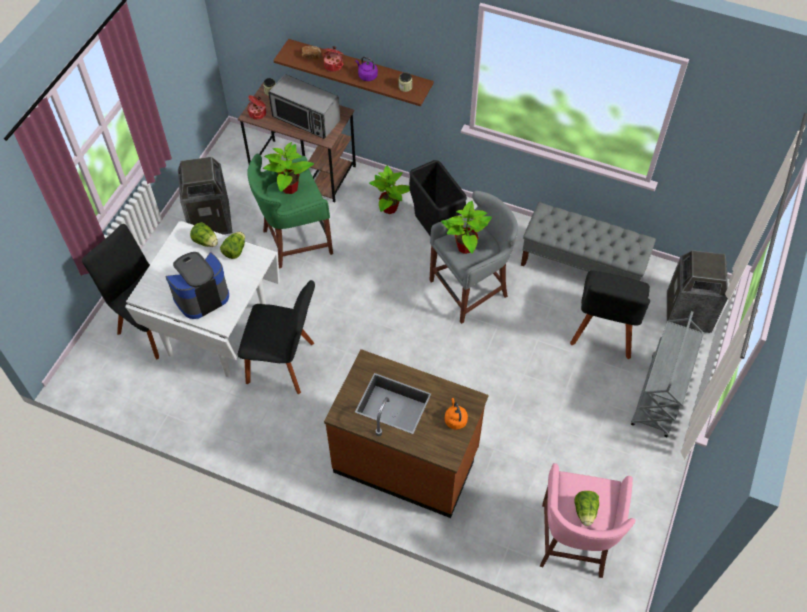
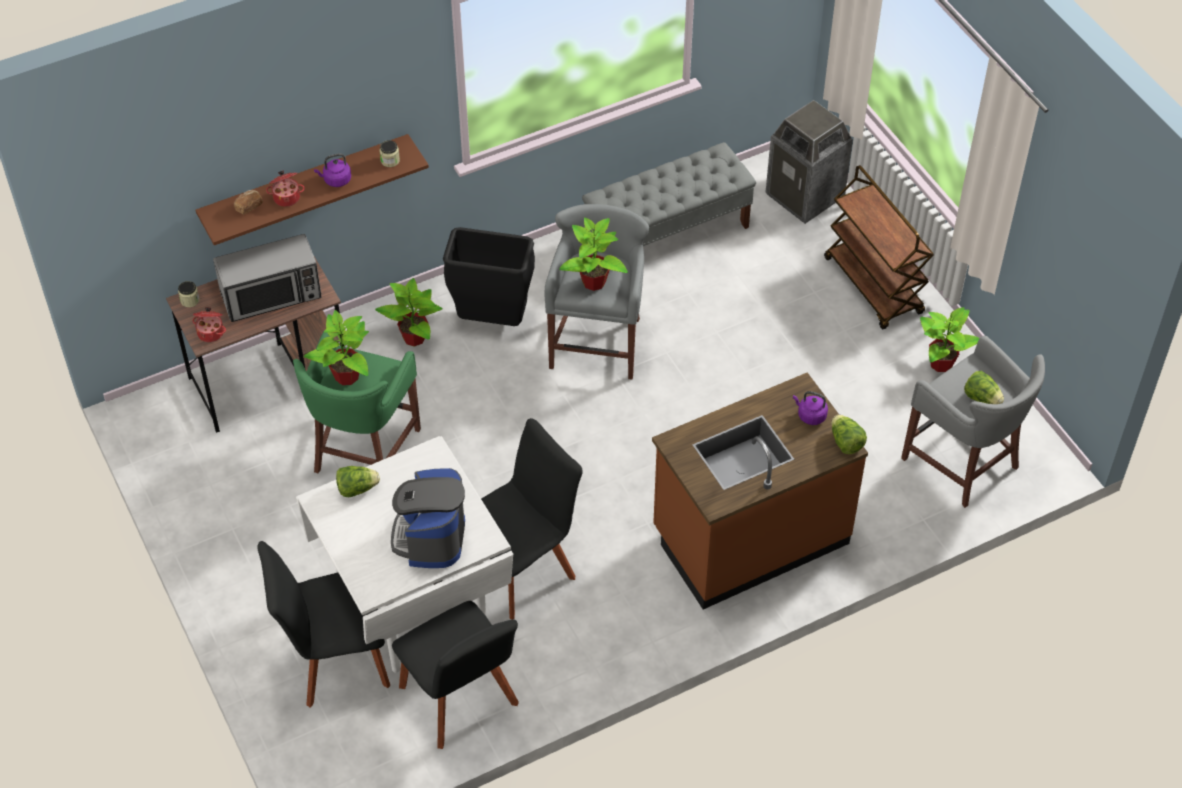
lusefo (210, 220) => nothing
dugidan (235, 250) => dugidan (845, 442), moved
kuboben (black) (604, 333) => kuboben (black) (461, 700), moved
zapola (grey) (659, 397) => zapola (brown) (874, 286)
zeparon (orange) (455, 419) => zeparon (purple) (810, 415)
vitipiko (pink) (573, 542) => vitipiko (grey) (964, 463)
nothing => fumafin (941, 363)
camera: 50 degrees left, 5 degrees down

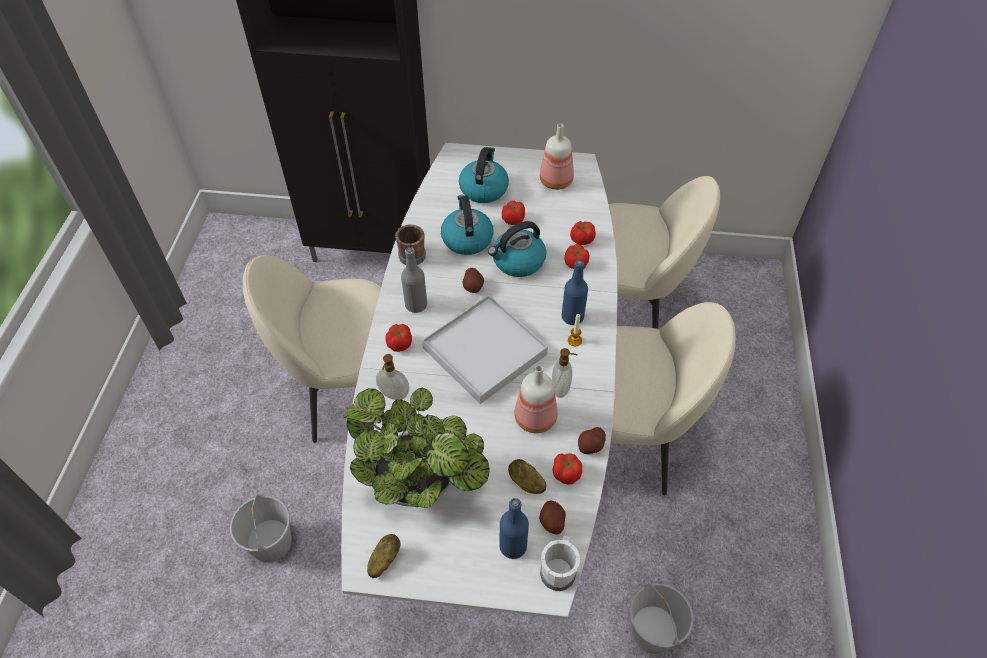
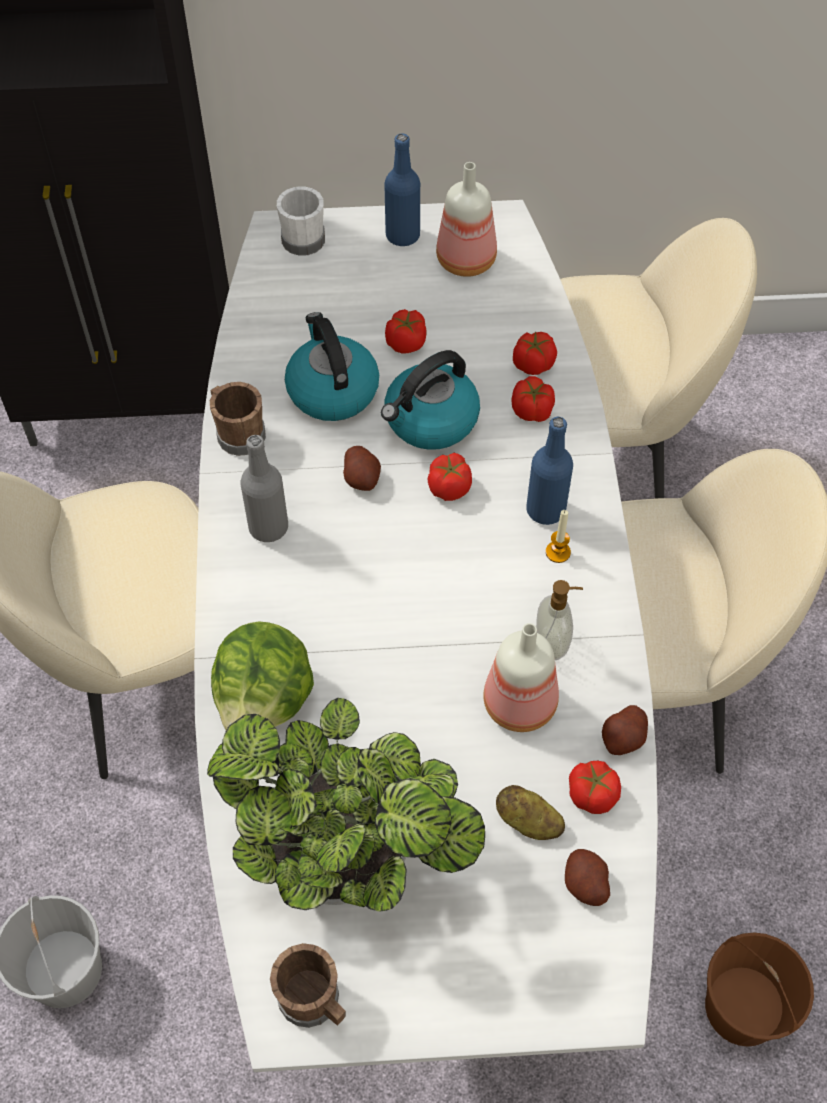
zeparon (483, 188) => nothing
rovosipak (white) (484, 351) => nothing
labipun (400, 344) => labipun (449, 487), moved
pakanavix (393, 395) => dugidan (265, 700)
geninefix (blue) (513, 546) => geninefix (blue) (402, 235), moved
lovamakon (384, 560) => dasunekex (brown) (314, 1002)
dasunekex (white) (559, 569) => dasunekex (white) (304, 236), moved
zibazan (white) (653, 631) => zibazan (brown) (744, 1008)
camera: 10 degrees left, 5 degrees up

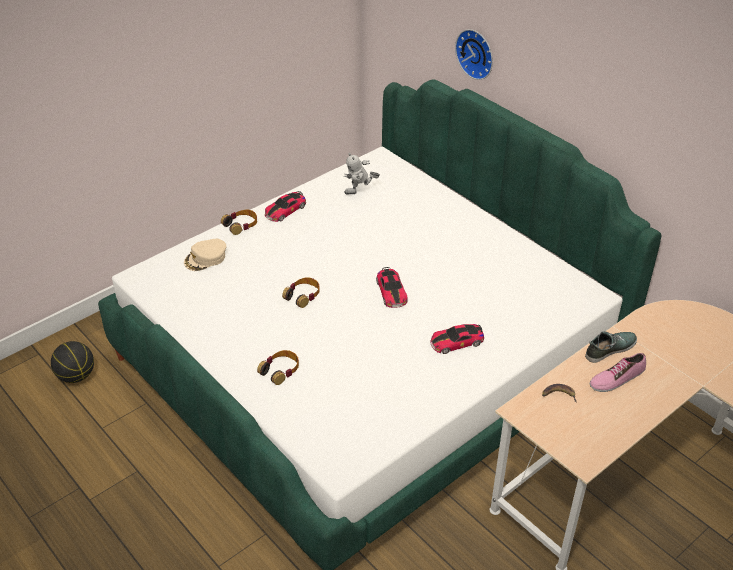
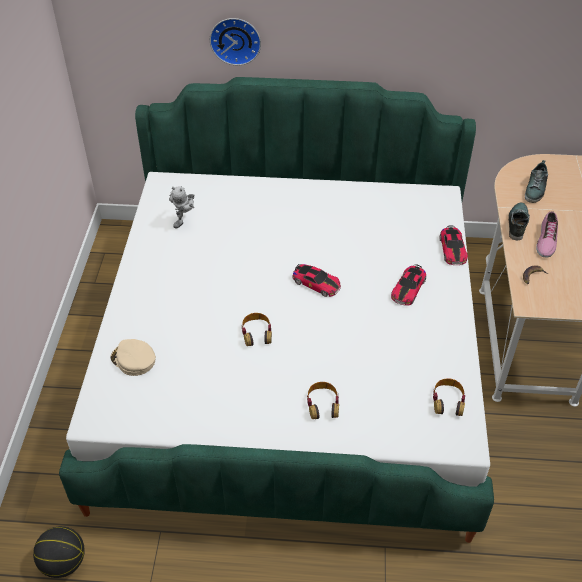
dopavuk (285, 210) => dopavuk (452, 249), moved
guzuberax (241, 225) => guzuberax (448, 401), moved
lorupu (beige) (206, 258) => lorupu (beige) (133, 360), 120 degrees clockwise
nothing => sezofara (535, 189)
camera: 45 degrees left, 5 degrees up

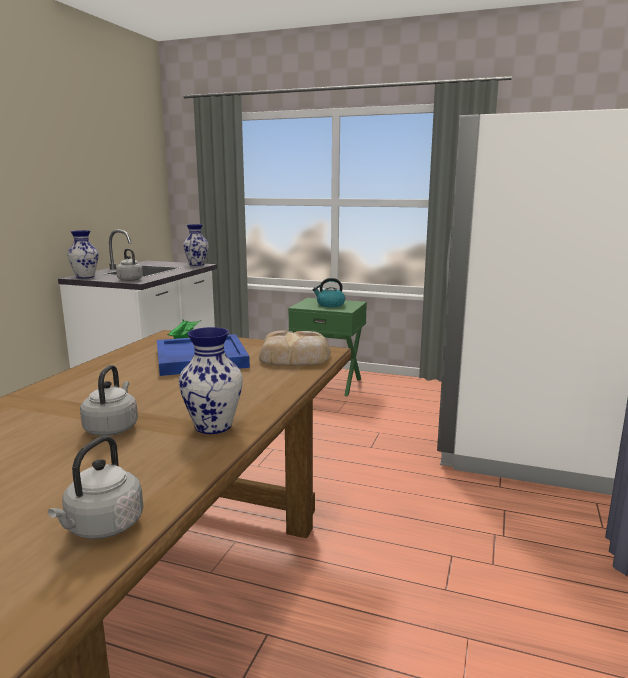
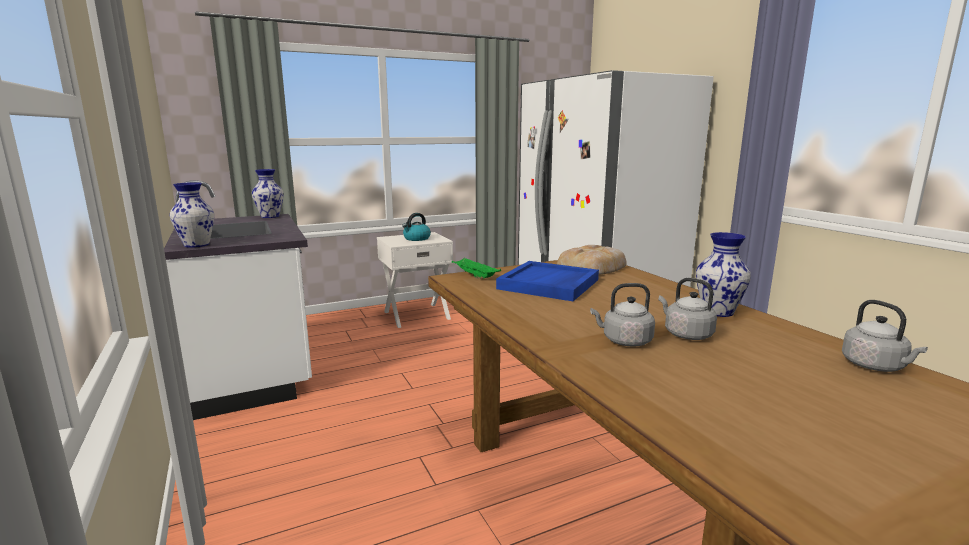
zeparon (grey) (129, 279) => zeparon (grey) (624, 341), moved
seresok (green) (328, 383) => seresok (white) (416, 315)
camera: 45 degrees left, 0 degrees up

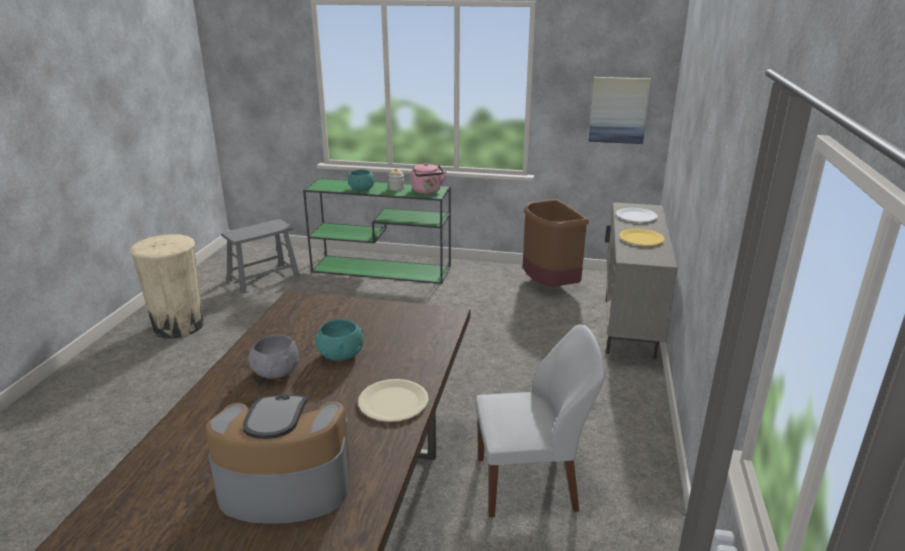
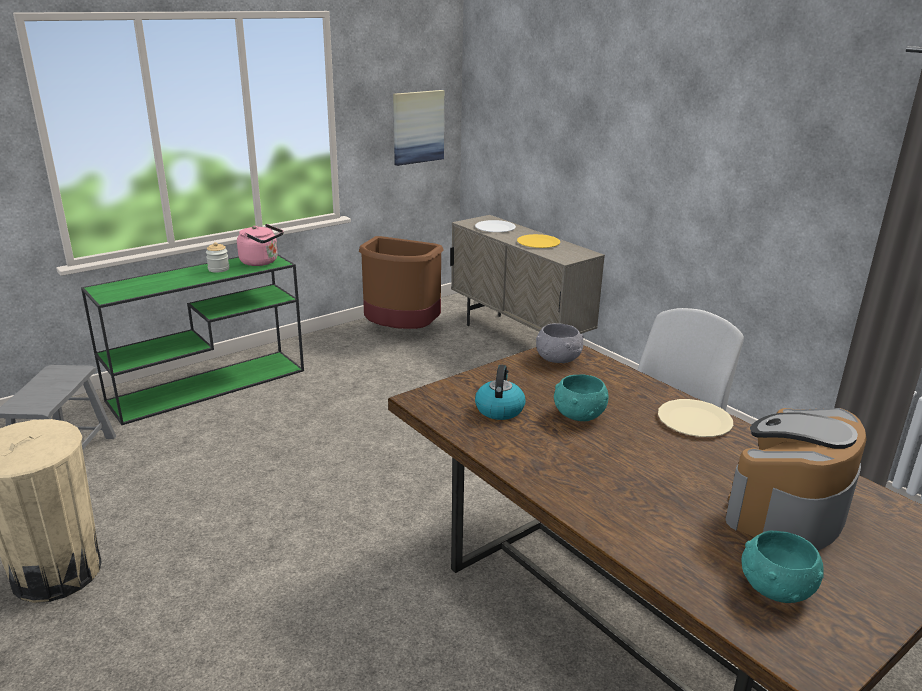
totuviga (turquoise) (361, 189) => totuviga (turquoise) (775, 588), moved
totuviga (grey) (275, 372) => totuviga (grey) (558, 359), moved
nothing => zeparon (499, 409)
camera: 50 degrees left, 0 degrees up

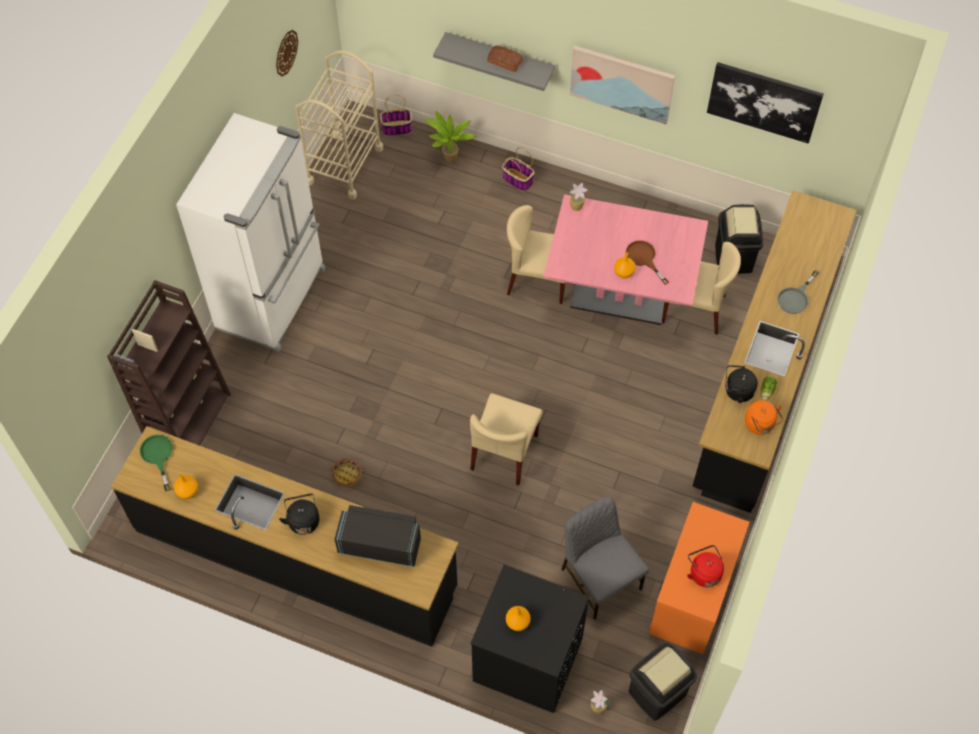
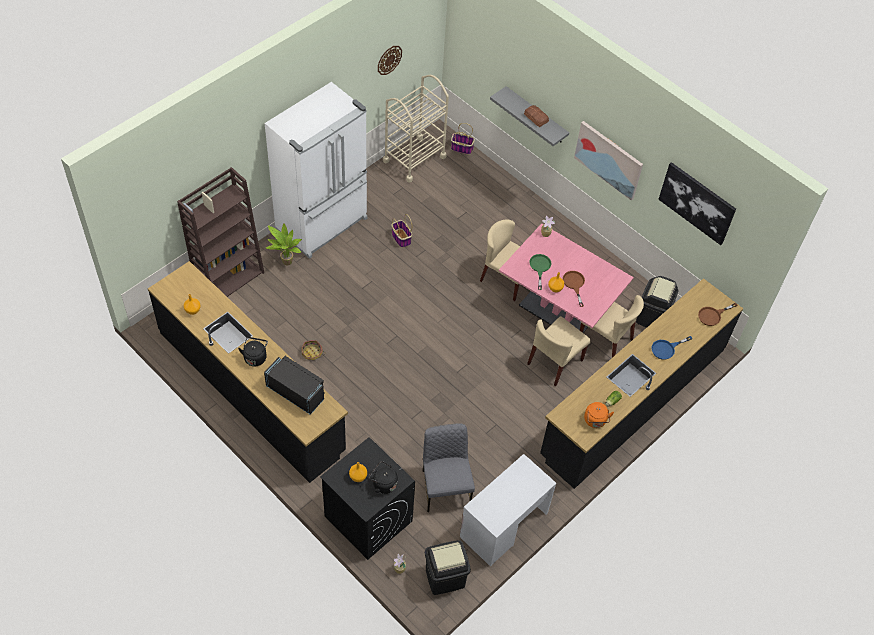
fumafin (449, 160) => fumafin (286, 263), moved
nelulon (517, 180) => nelulon (401, 238), moved
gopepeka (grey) (795, 297) => gopepeka (blue) (666, 349)
zeparon (black) (737, 391) => zeparon (black) (383, 484), moved
kuboben (beige) (504, 452) => kuboben (beige) (555, 362), moved
gopepeka (green) (158, 456) => gopepeka (green) (539, 267), moved
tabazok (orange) (692, 595) => tabazok (white) (504, 525)
zeparon (red) (703, 572) => nothing
nothing => gopepeka (brown) (712, 315)
camera: 20 degrees right, 5 degrees down

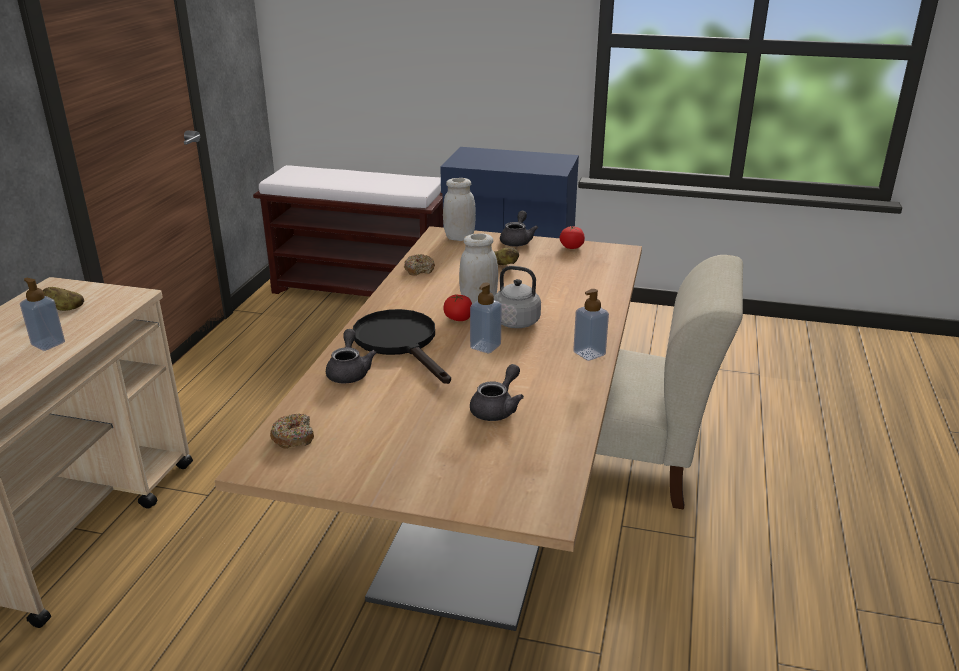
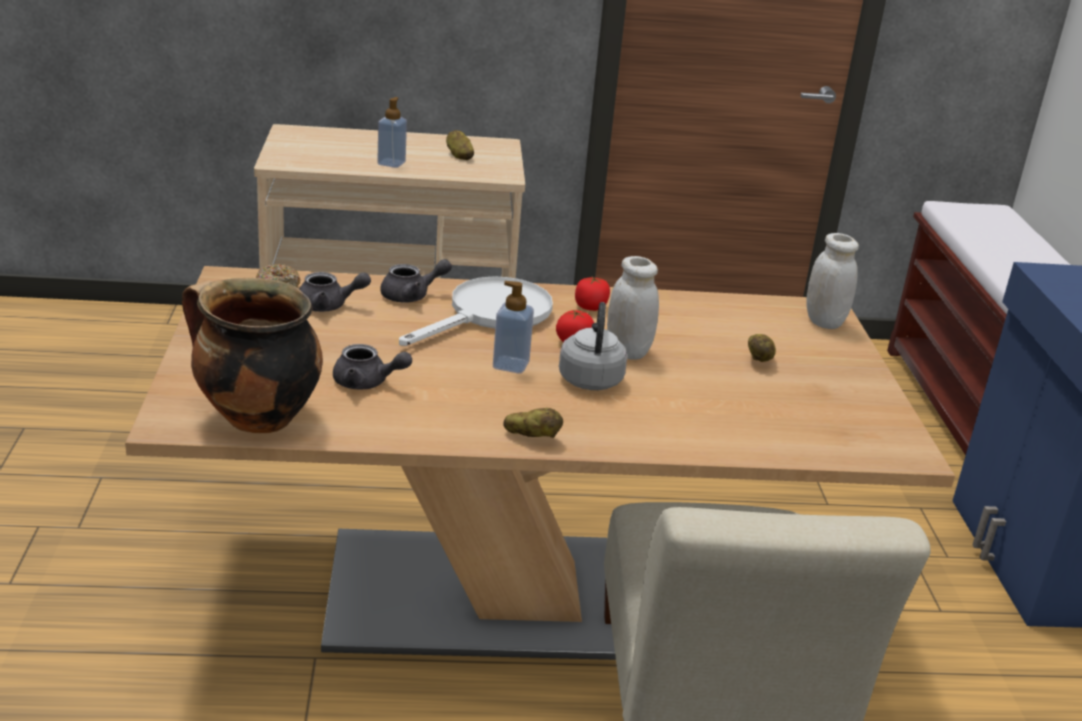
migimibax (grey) (517, 241) => migimibax (grey) (329, 306), moved
labipun (571, 247) => labipun (590, 307), moved
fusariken (419, 270) => nothing
pakanavix (589, 353) => lovamakon (532, 437)
gopepeka (black) (401, 343) => gopepeka (white) (490, 315)
nothing => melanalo (255, 418)
camera: 70 degrees right, 0 degrees up

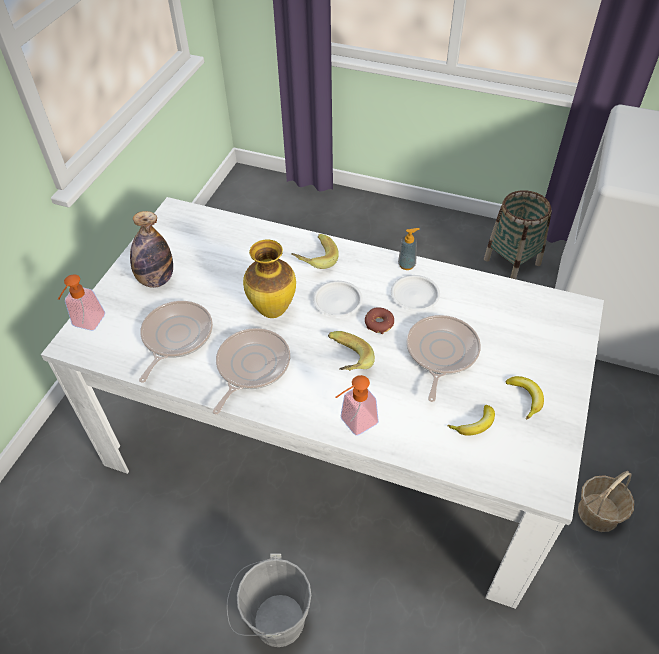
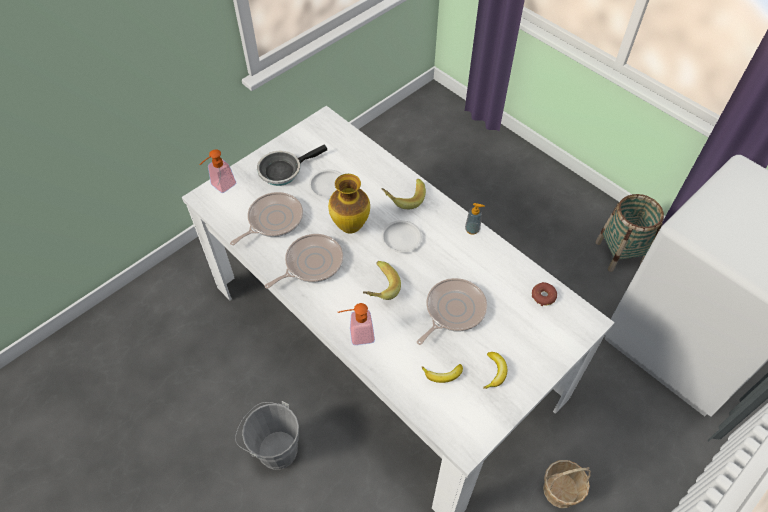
geninefix (156, 280) => gopepeka (283, 170)
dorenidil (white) (414, 295) => dorenidil (white) (328, 185), moved
fusariken (379, 323) => fusariken (543, 296), moved
camera: 25 degrees right, 5 degrees up

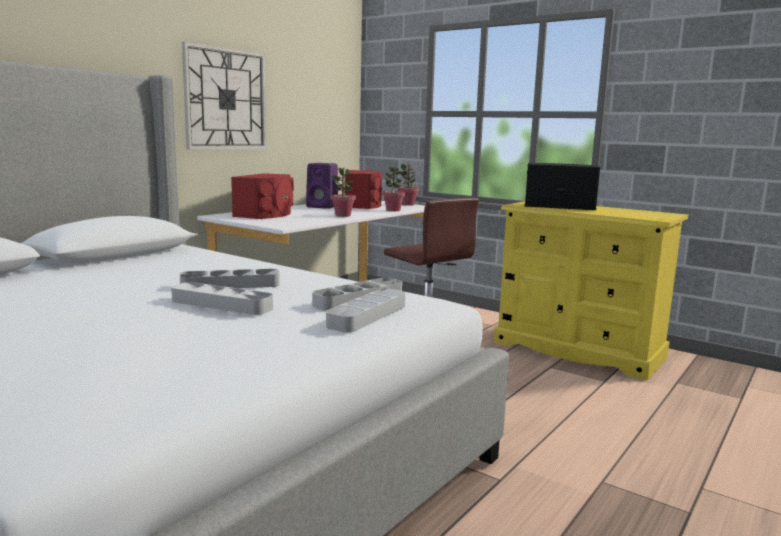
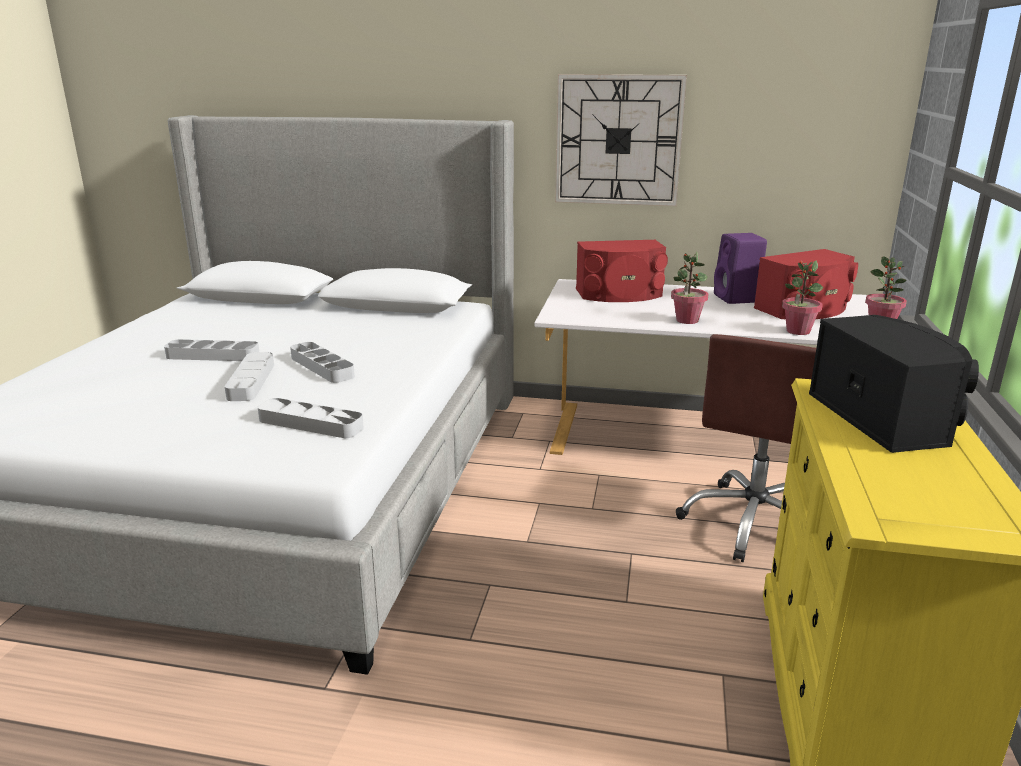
rovosipak (grey) (367, 315) => rovosipak (grey) (213, 355), moved
camera: 65 degrees right, 10 degrees up

